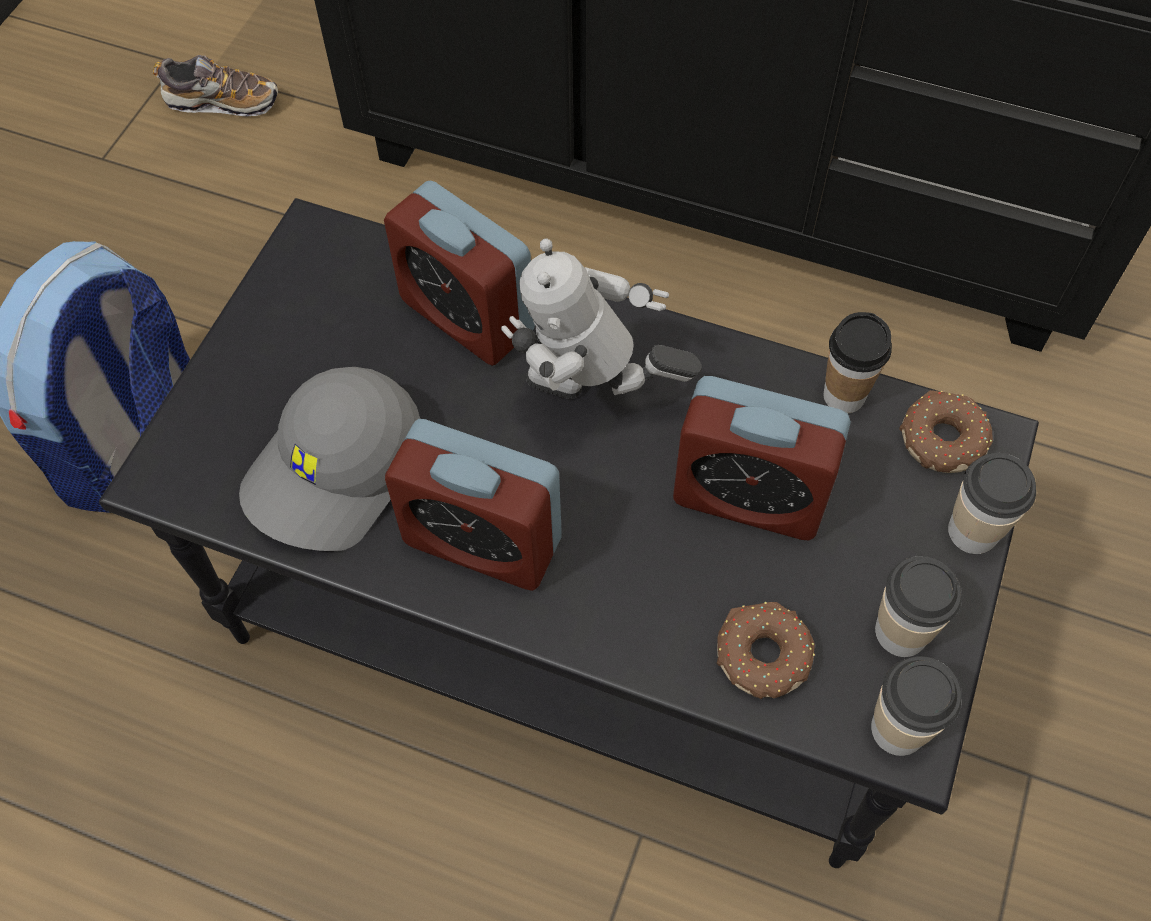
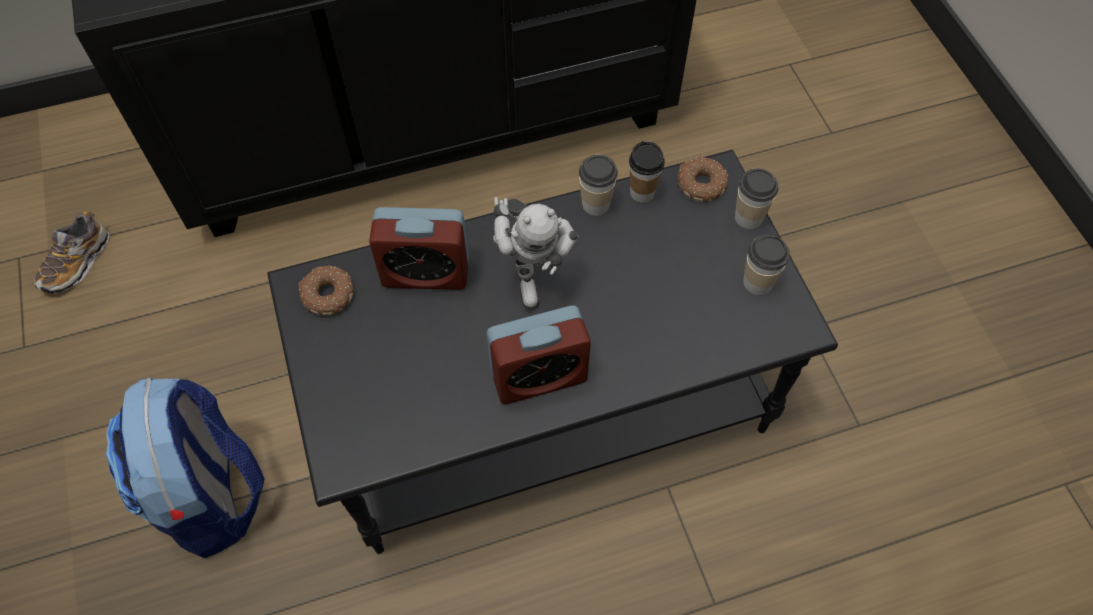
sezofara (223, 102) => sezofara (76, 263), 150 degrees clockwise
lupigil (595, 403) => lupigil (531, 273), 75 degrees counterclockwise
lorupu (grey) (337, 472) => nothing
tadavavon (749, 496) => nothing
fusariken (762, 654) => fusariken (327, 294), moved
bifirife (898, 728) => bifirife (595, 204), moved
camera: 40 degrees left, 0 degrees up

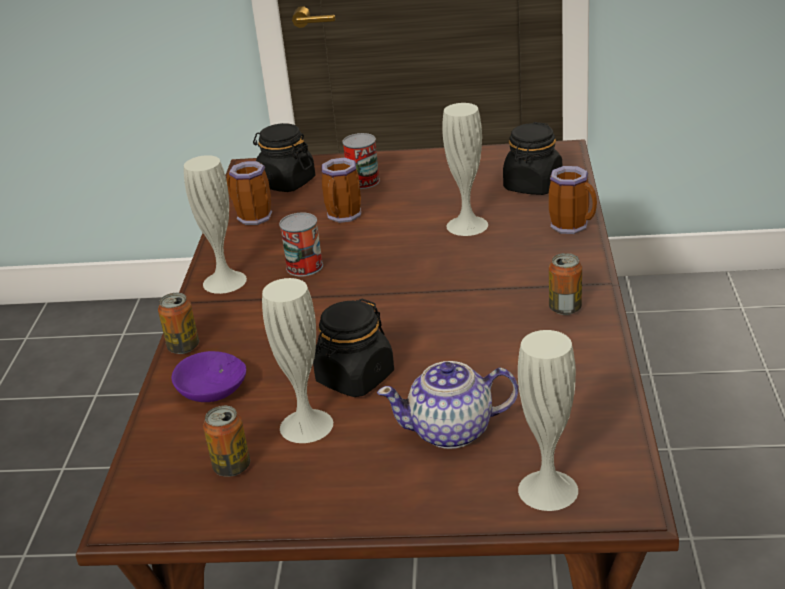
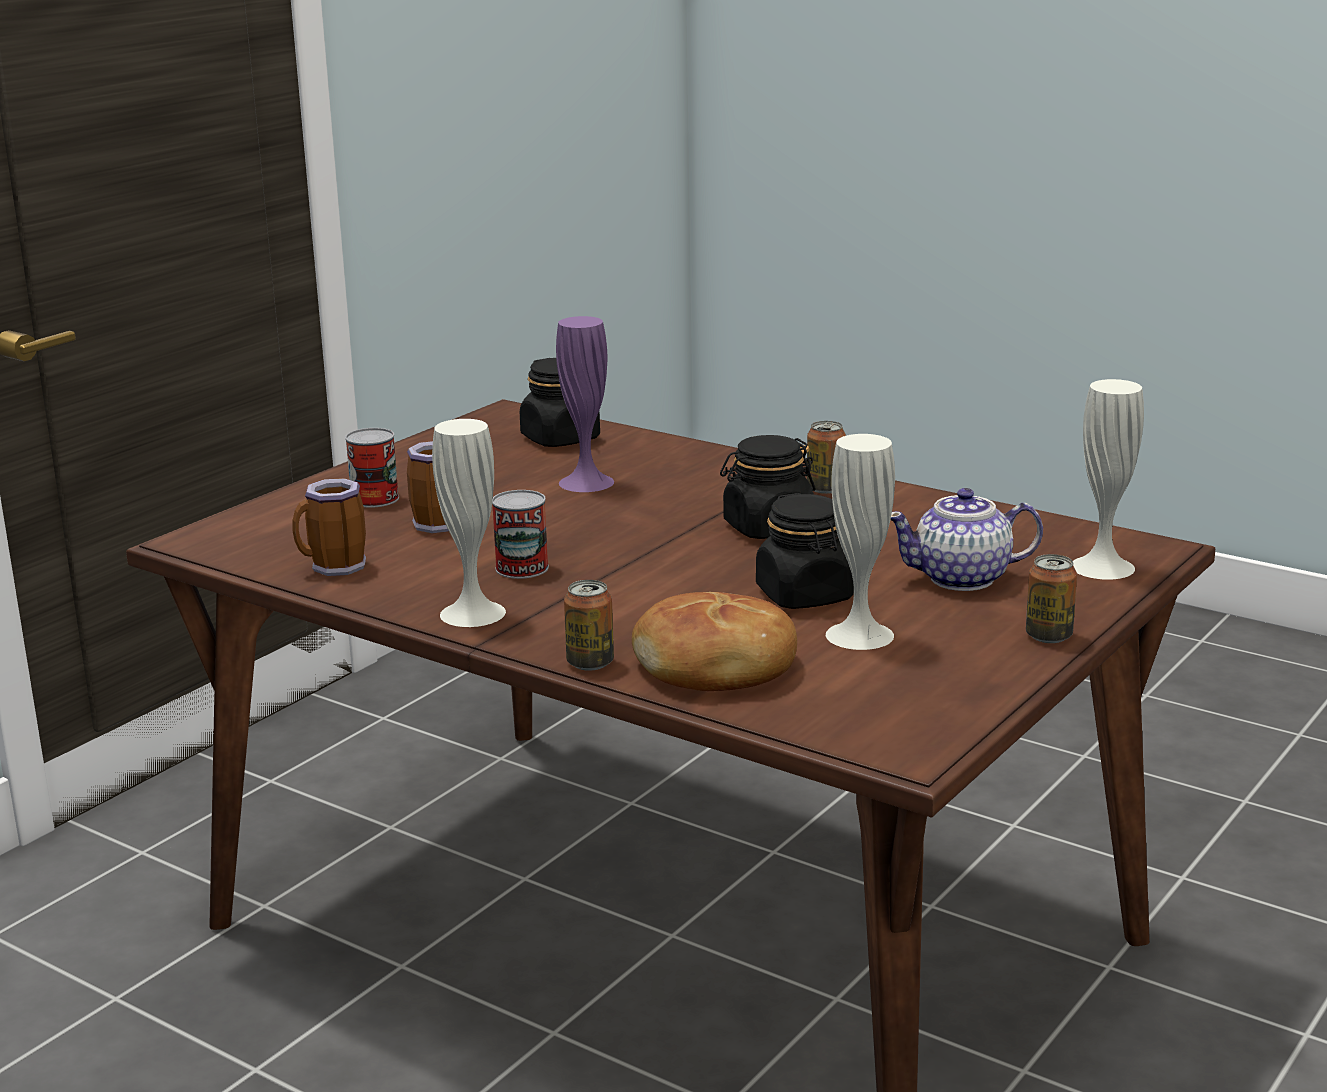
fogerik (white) (467, 225) => fogerik (purple) (586, 482)
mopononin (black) (286, 182) => mopononin (black) (768, 528), moved
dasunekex (573, 226) => nothing
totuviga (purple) (209, 392) => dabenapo (716, 667)
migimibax (452, 431) => migimibax (963, 578), 60 degrees clockwise
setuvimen (231, 467) => setuvimen (1048, 636), moved
camera: 60 degrees left, 10 degrees down

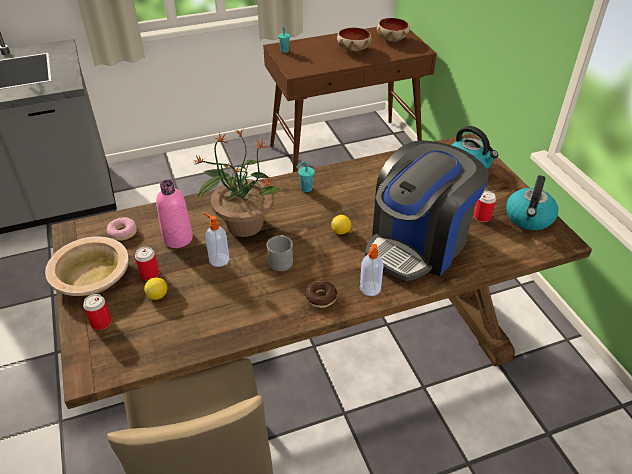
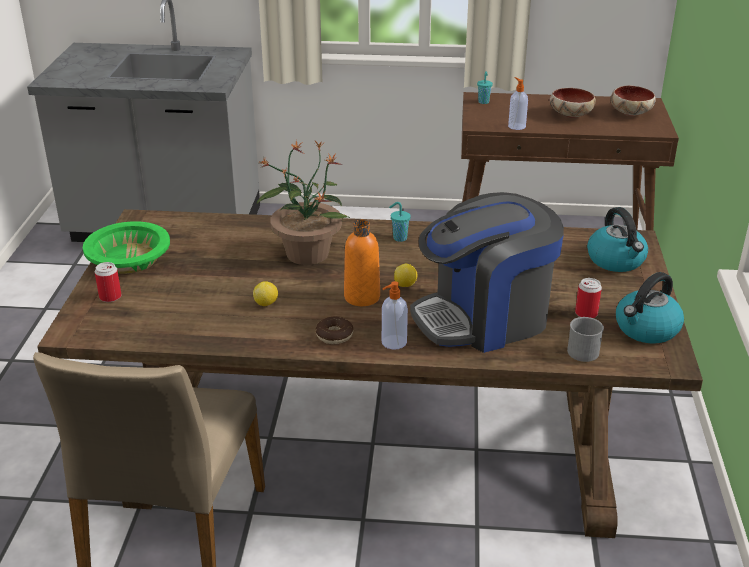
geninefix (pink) (178, 238) => nothing
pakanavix (218, 259) => pakanavix (516, 126), moved
fusariken (123, 232) => nothing
dasunekex (grey) (281, 259) => dasunekex (grey) (584, 349), moved
totuviga (beige) (92, 276) => totuviga (green) (129, 259)
setuvimen (150, 274) => nothing
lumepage (158, 295) => lumepage (266, 303), moved
nothing => geninefix (orange) (362, 297)
camera: 25 degrees right, 10 degrees down

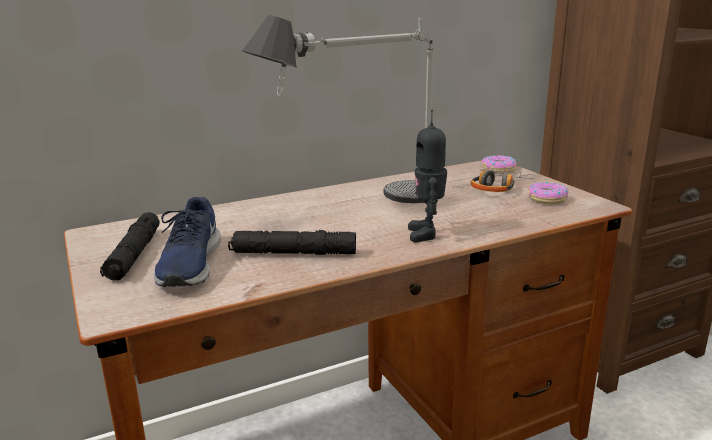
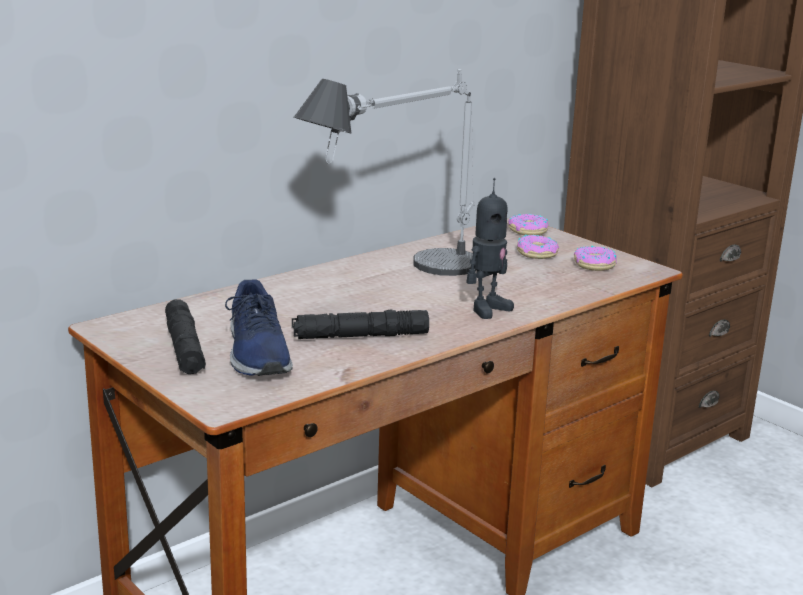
lupigil (426, 234) => lupigil (487, 309), 120 degrees counterclockwise
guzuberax (498, 187) => fusariken (537, 253)
camera: 15 degrees left, 0 degrees up

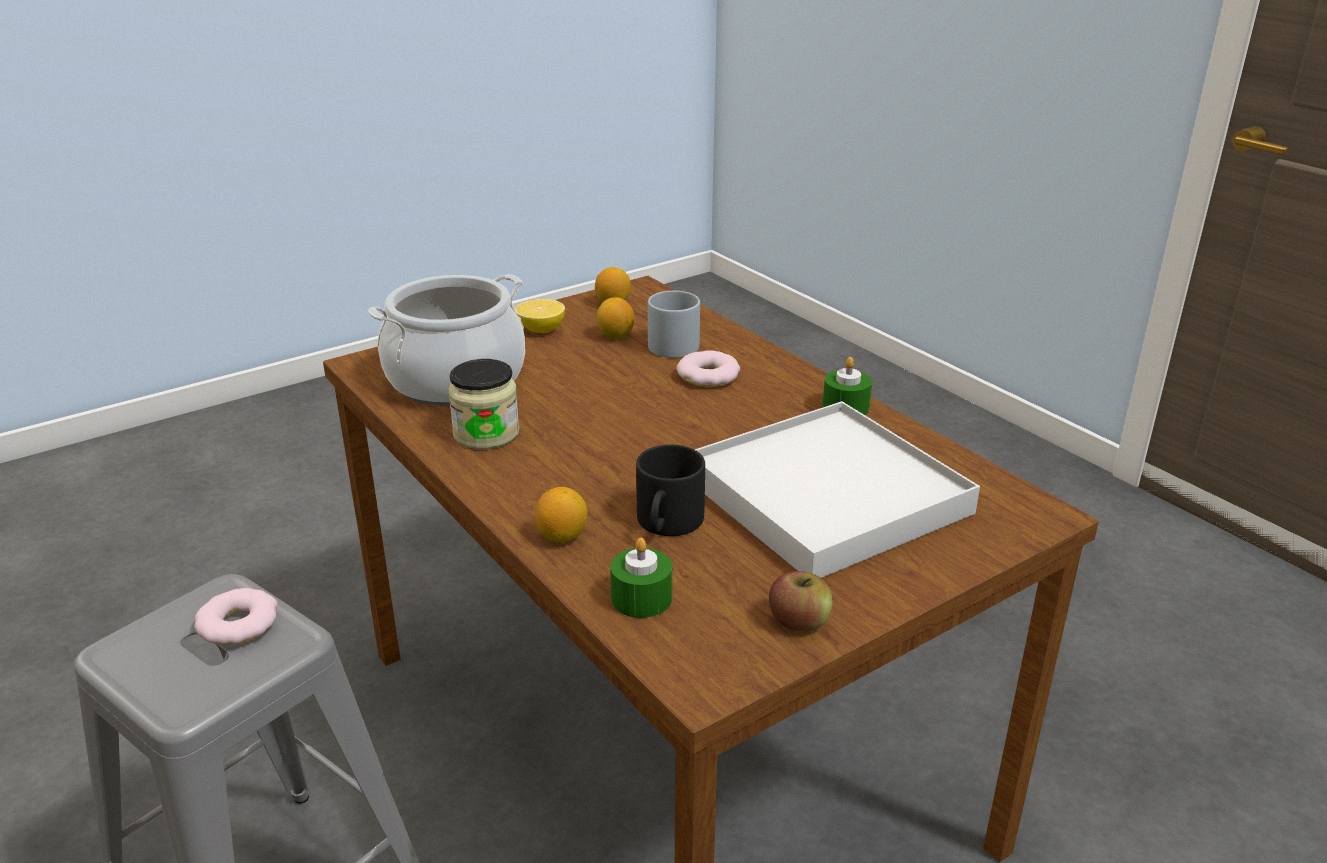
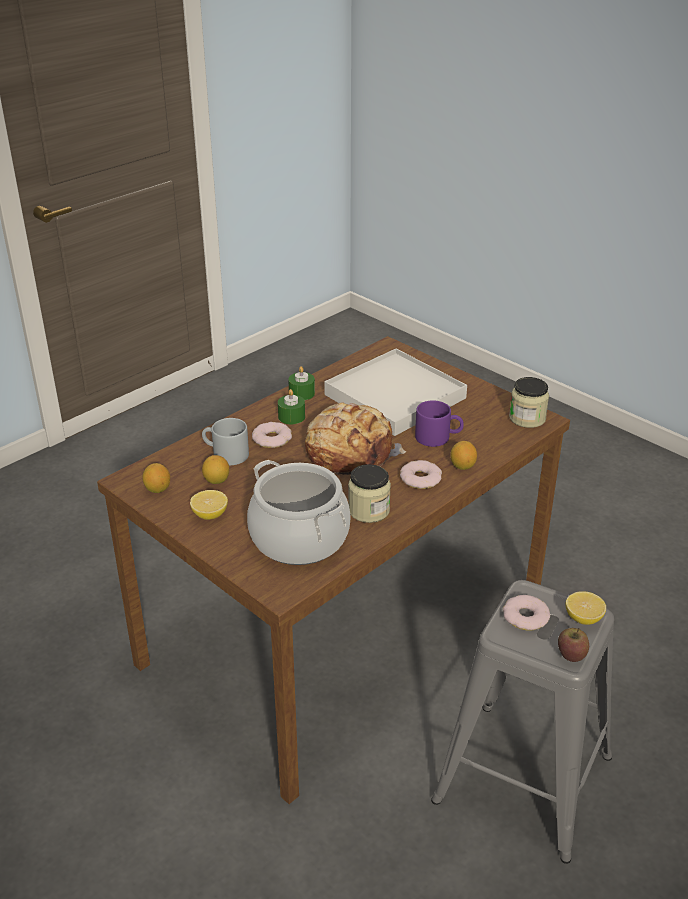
dasunekex (black) (668, 524) => dasunekex (purple) (438, 437)
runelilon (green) (641, 598) => runelilon (green) (291, 417), moved
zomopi (799, 621) => zomopi (571, 654), moved
nothing => mopononin (527, 418)
nothing => dabenapo (349, 452)
nothing => fusariken (420, 478)
nothing => lumepage (583, 618)
camera: 100 degrees left, 5 degrees up

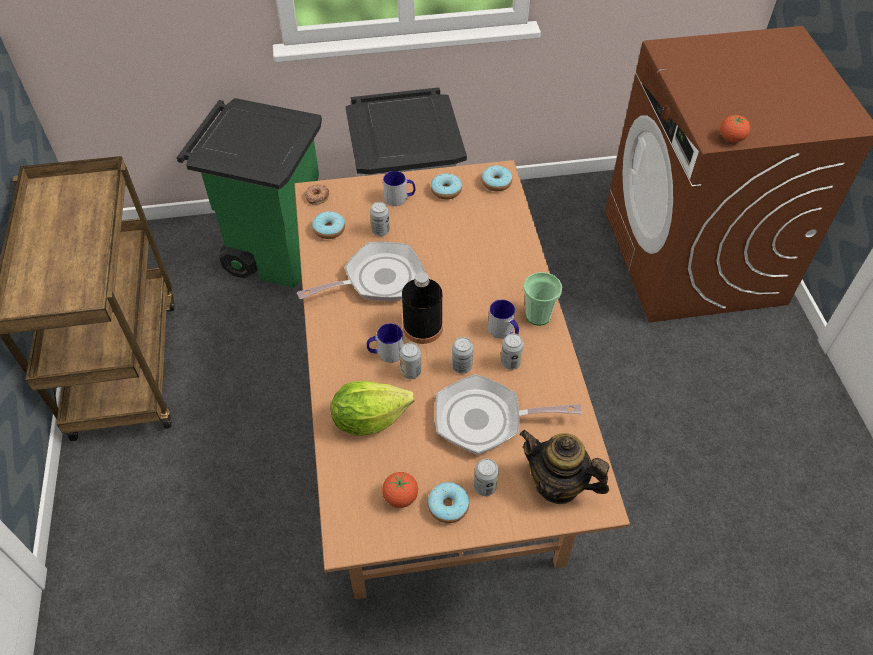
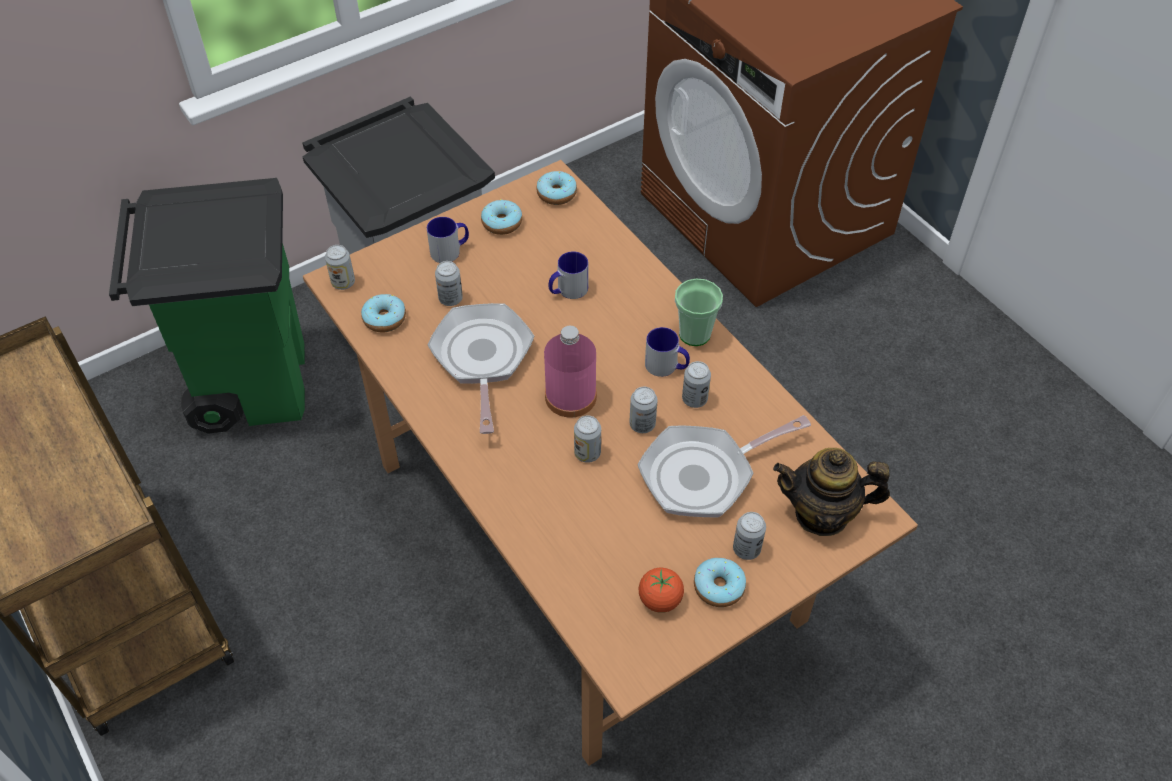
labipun (731, 139) => nothing
fusariken (317, 196) => setuvimen (343, 282)
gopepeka (377, 279) => gopepeka (482, 359), 45 degrees counterclockwise
geninefix (black) (422, 327) => geninefix (pink) (570, 396)
dasunekex (385, 353) => dasunekex (567, 290), moved
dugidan (369, 419) => nothing
camera: 25 degrees left, 0 degrees up

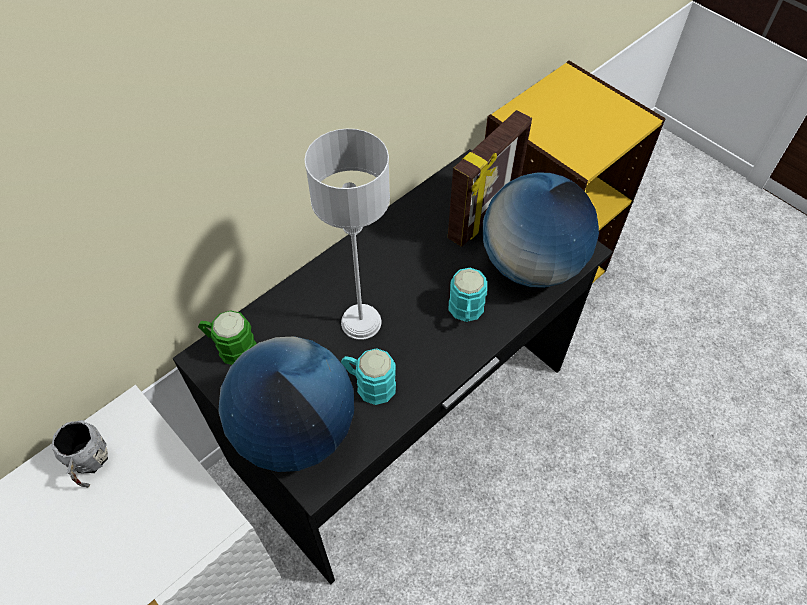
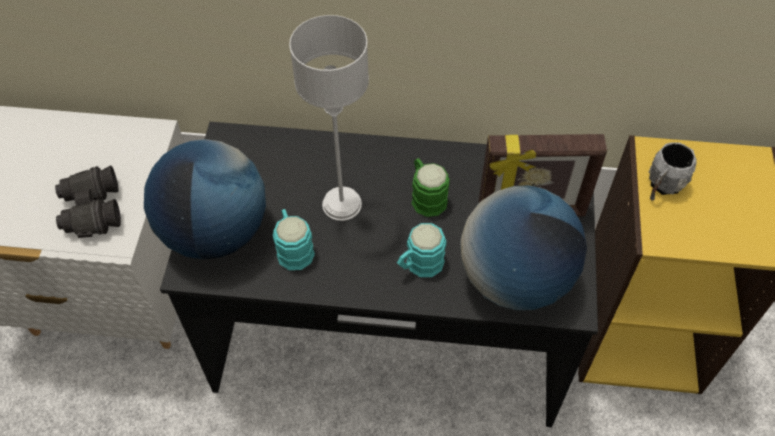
dasunekex (green) (230, 347) => dasunekex (green) (426, 196), moved
dasunekex (grey) (89, 464) => dasunekex (grey) (662, 186), moved
nothing => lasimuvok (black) (91, 210)
camera: 50 degrees right, 0 degrees up

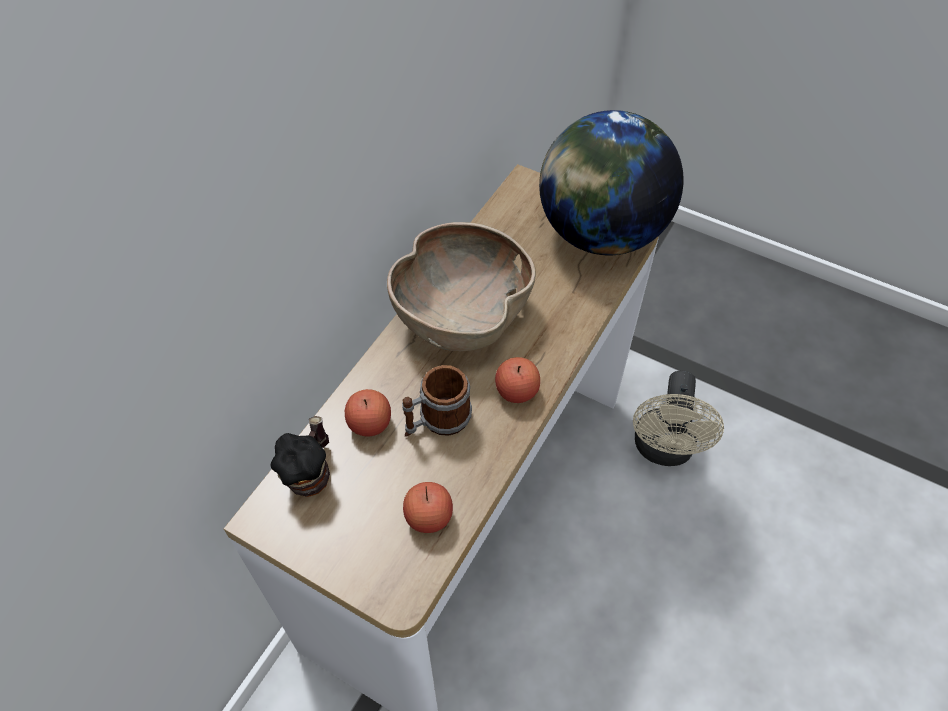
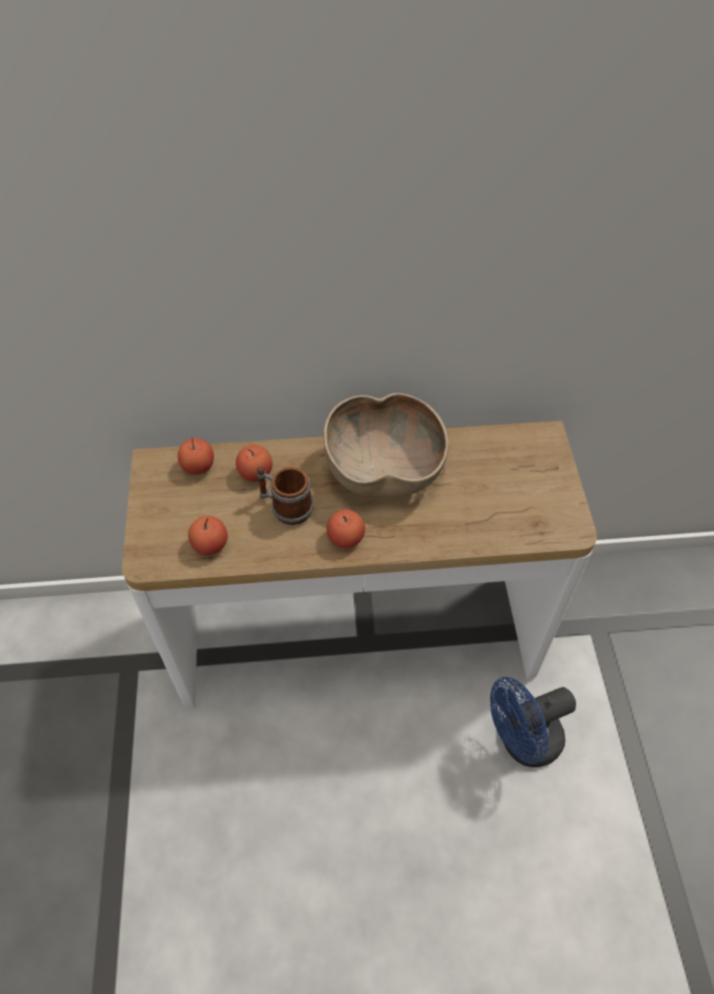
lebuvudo (600, 233) => nothing
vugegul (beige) (663, 450) => vugegul (blue) (522, 742)
dasunekex (312, 473) => zomopi (198, 466)
camera: 55 degrees right, 0 degrees up

